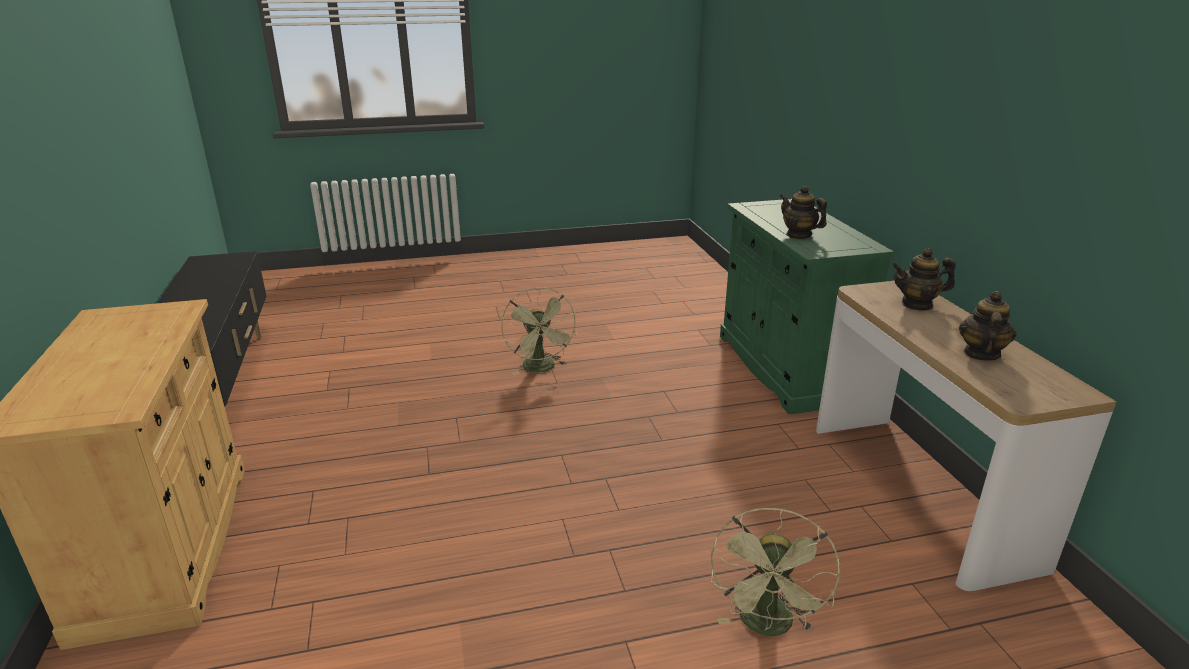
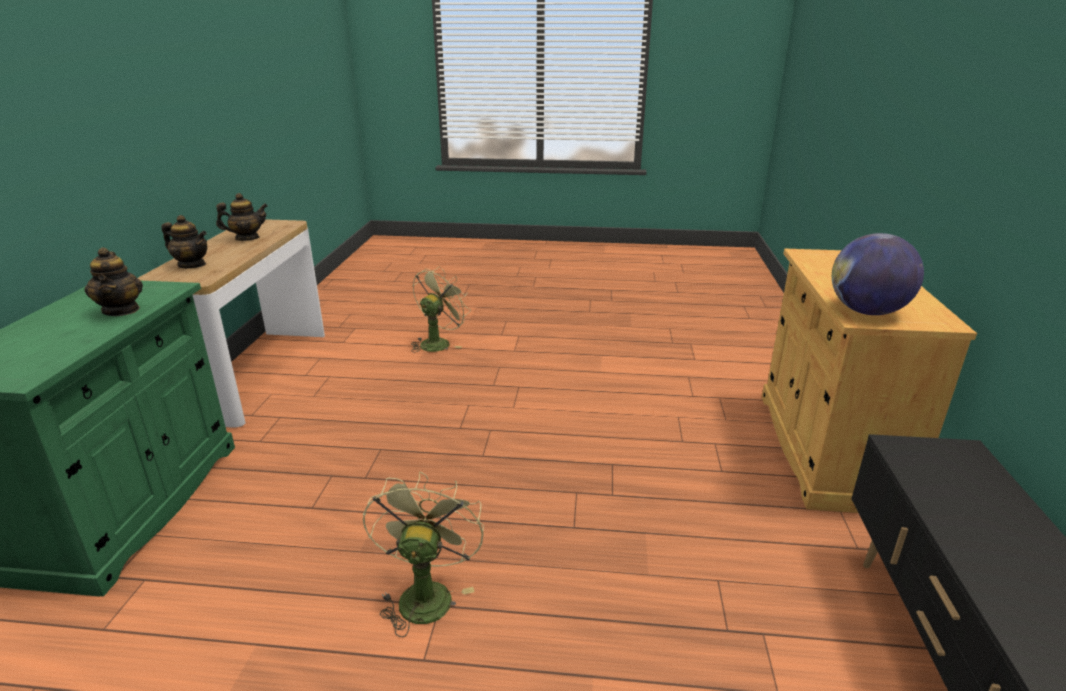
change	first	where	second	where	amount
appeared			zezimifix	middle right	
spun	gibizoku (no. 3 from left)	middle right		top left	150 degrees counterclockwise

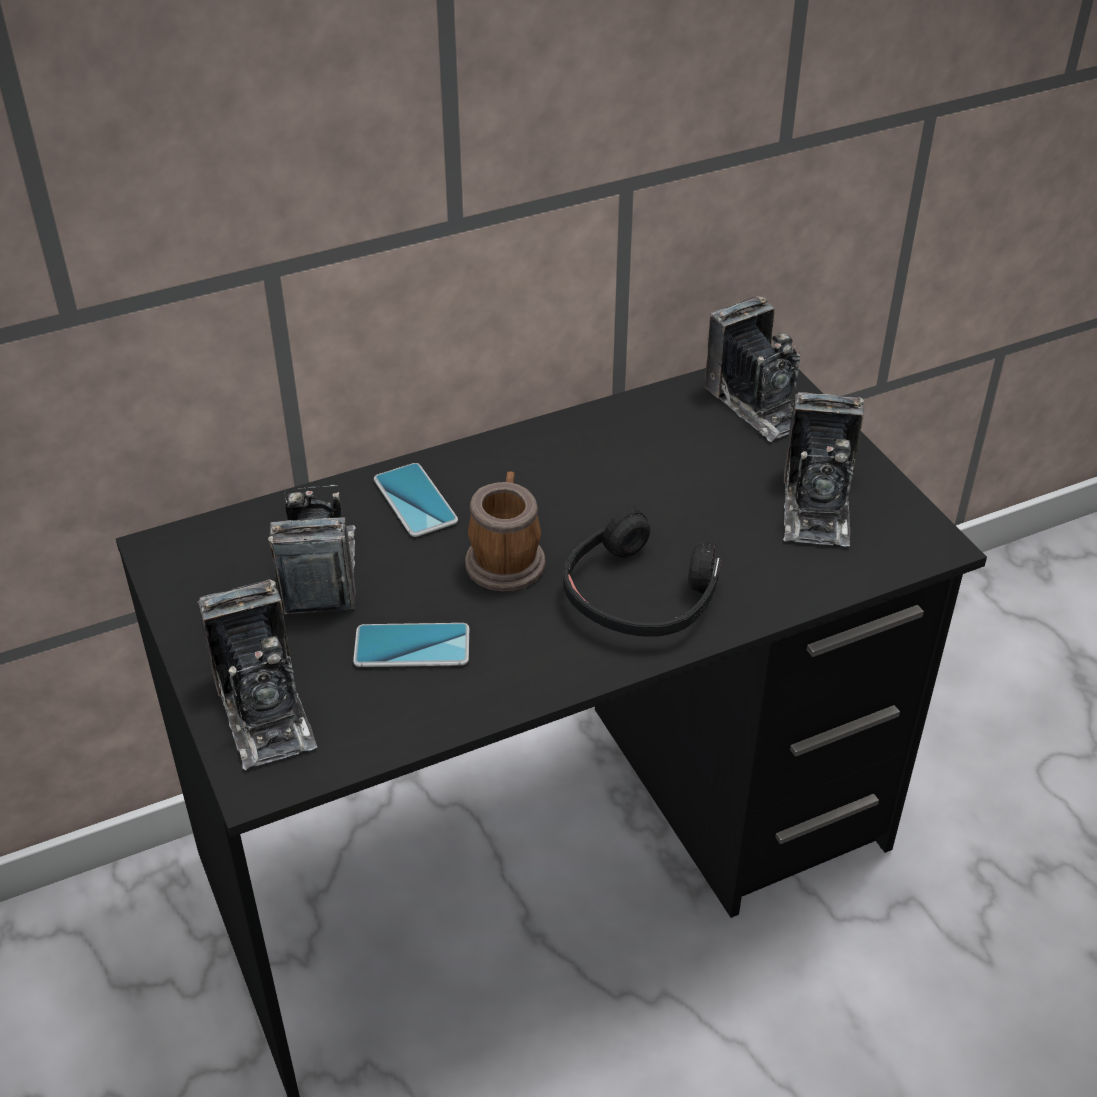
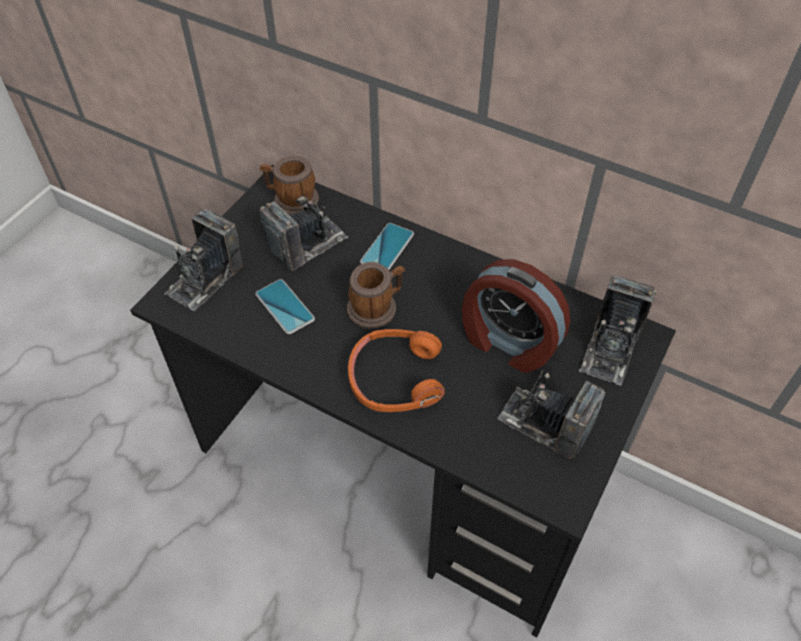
change	first	where	second	where	amount
appeared			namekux (no. 1 from left)	top centre	
appeared			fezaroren	centre	
colour	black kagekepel	centre	orange kagekepel	centre	
spun	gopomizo (no. 4 from left in the first image)	middle right	gopomizo (no. 3 from left)	middle right	60 degrees clockwise

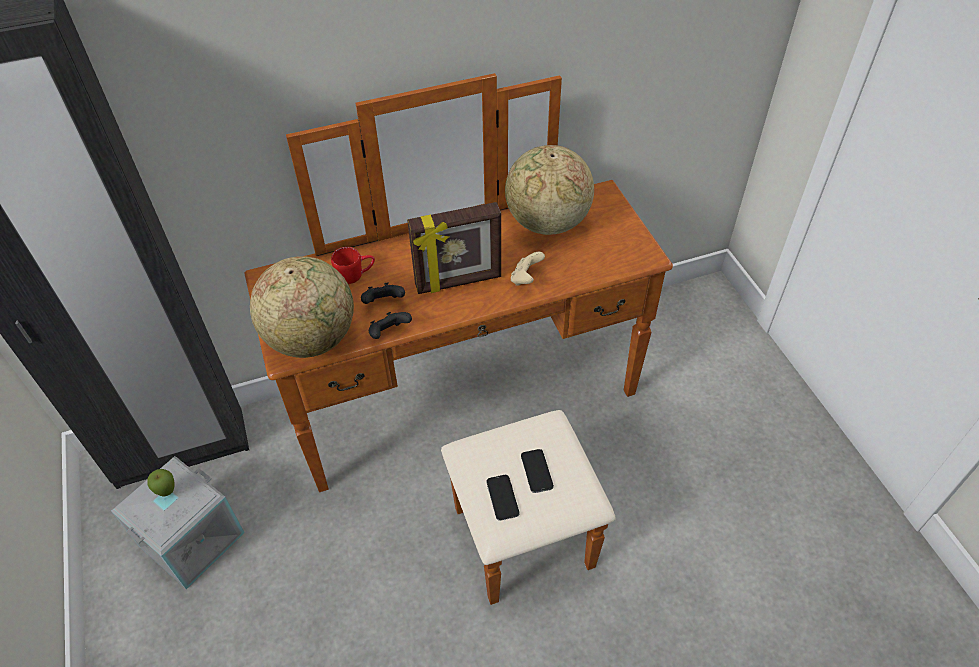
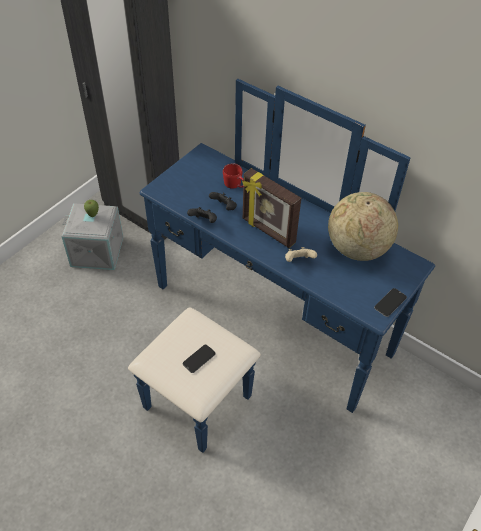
change	first	where	second	where	amount
missing	zezimifix (no. 1 from left)	middle left			
relocated	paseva (no. 1 from left in the first image)	bottom centre	paseva (no. 2 from left)	middle right	
colour	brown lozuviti	centre	blue lozuviti	centre	

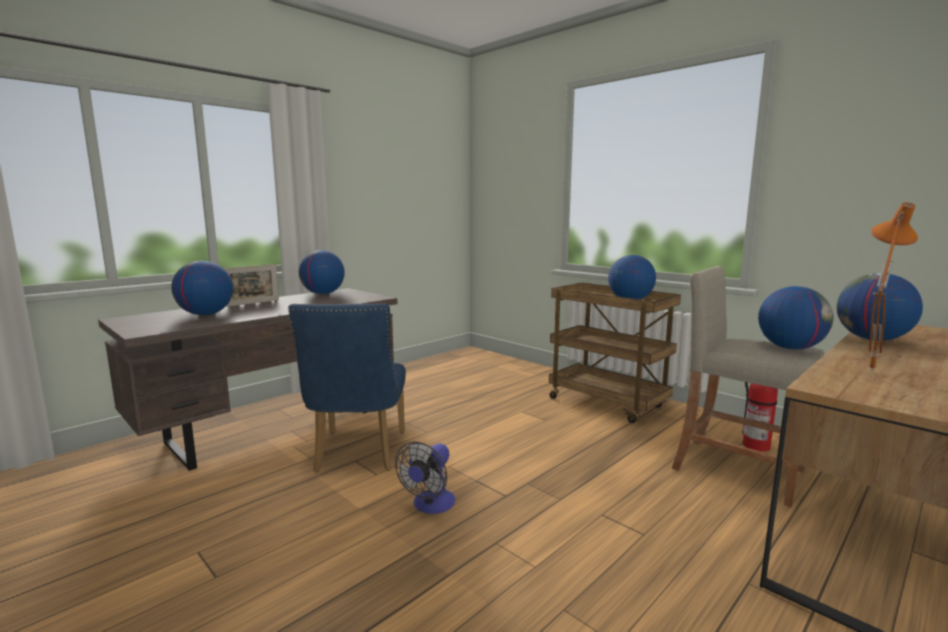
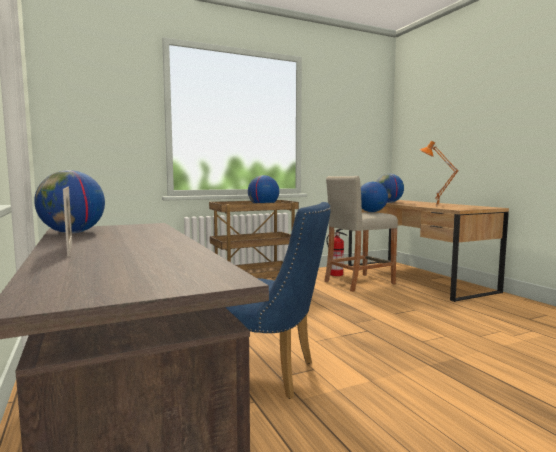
change	first	where	second	where	amount
missing	zezimifix (no. 1 from left)	middle left			
missing	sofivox	bottom centre			

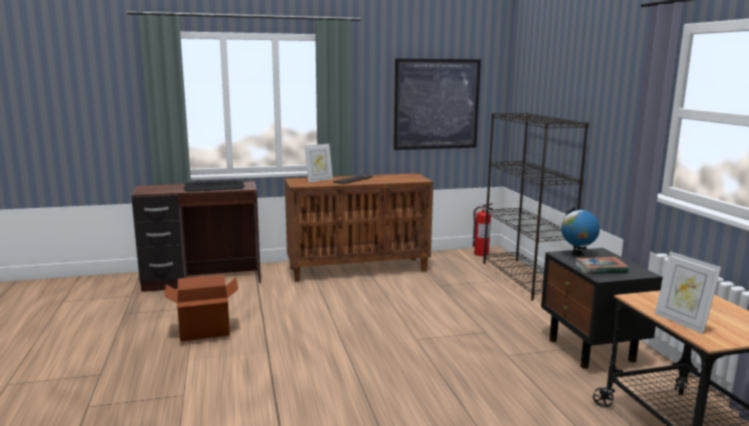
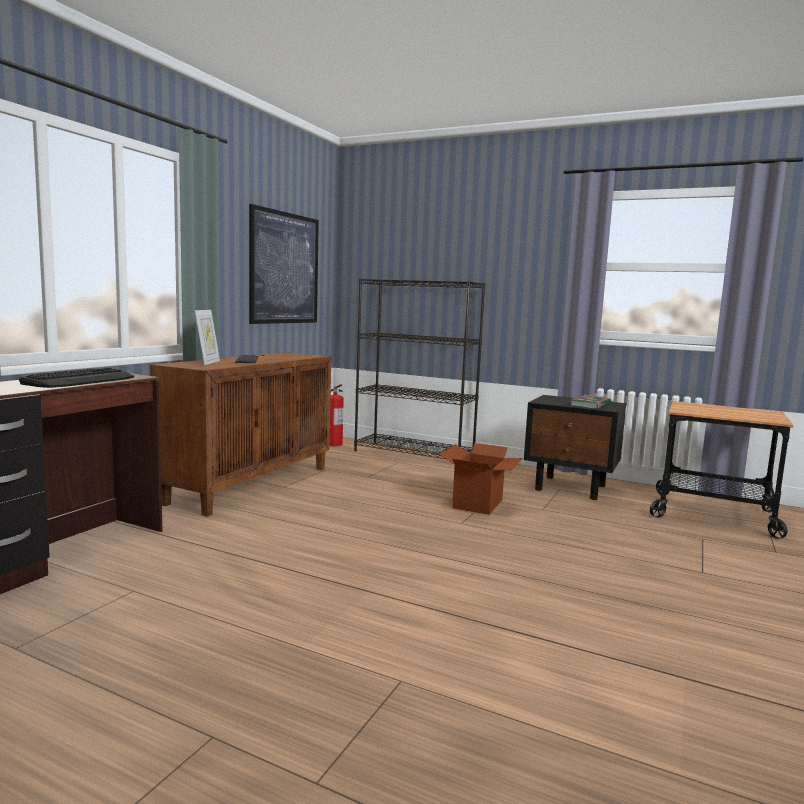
change	first	where	second	where	amount
missing	zezimifix	middle right			
missing	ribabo (no. 2 from left)	bottom right			
relocated	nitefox	bottom left		centre	

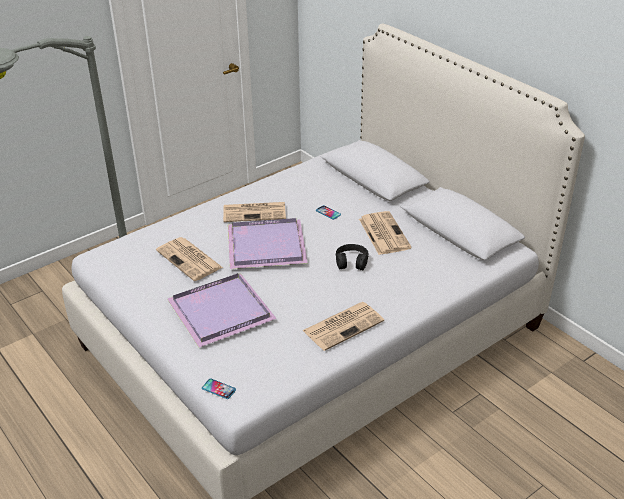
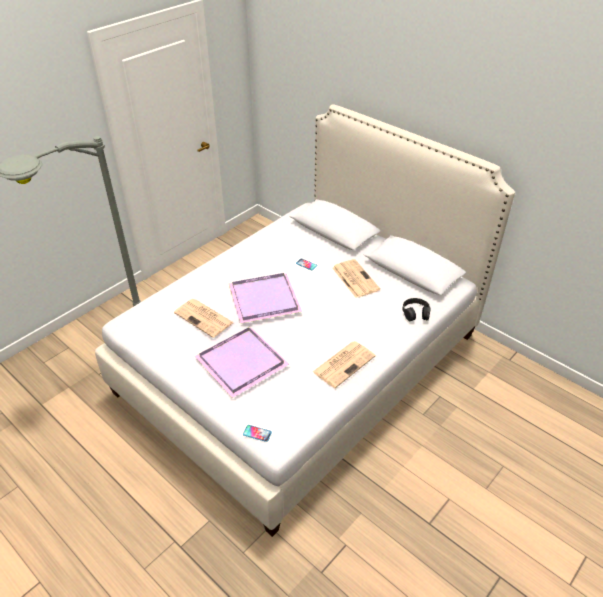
change	first	where	second	where	amount
missing	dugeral (no. 2 from left)	centre			
relocated	black kagekepel	centre		middle right	

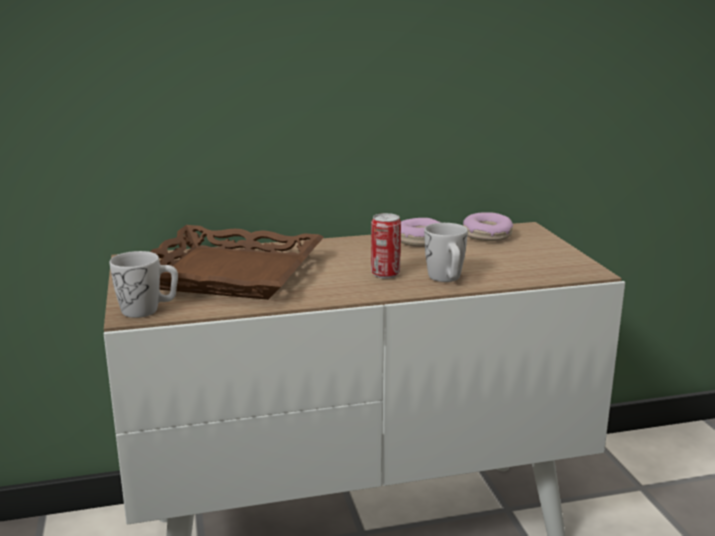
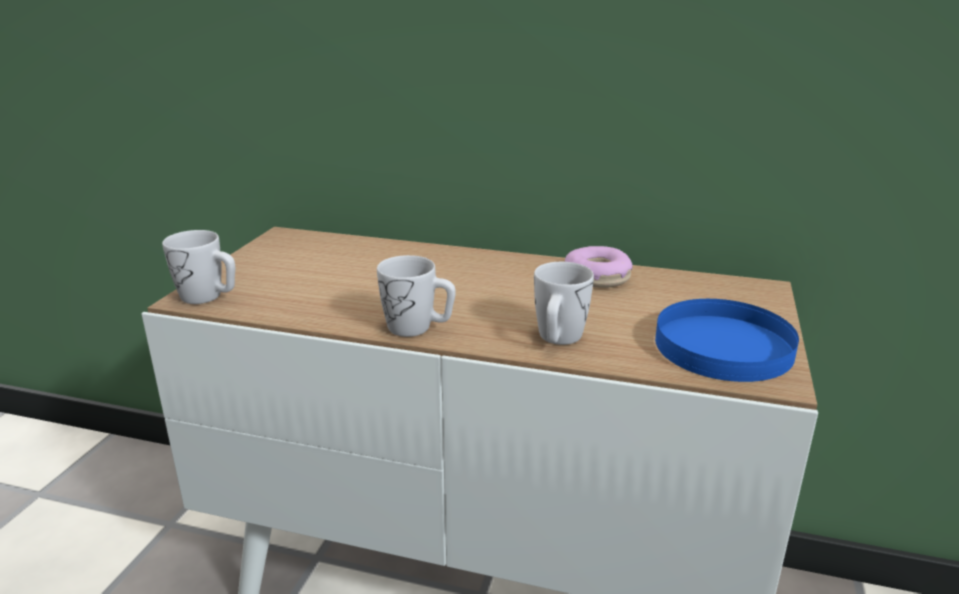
change	first	where	second	where	amount
missing	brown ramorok	middle left			
missing	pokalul	centre			
missing	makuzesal (no. 2 from left)	middle right			
appeared			white namekux (no. 2 from left)	centre	
appeared			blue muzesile	middle right	

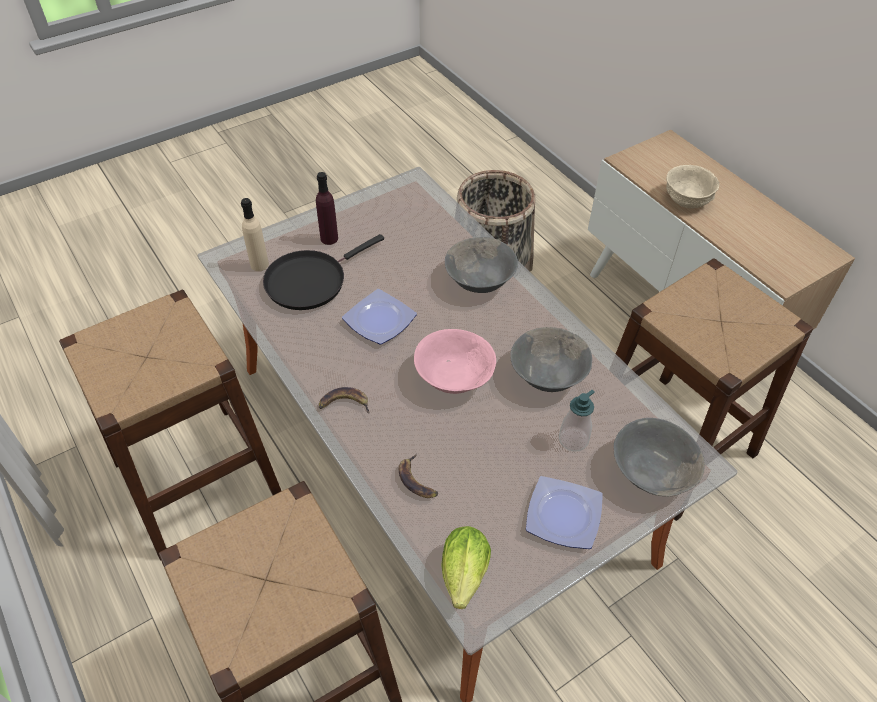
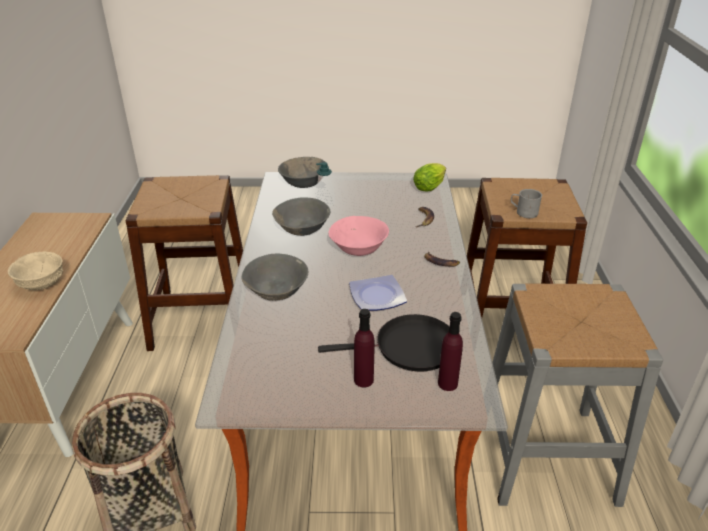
change	first	where	second	where	amount
missing	muzesile (no. 2 from left)	bottom centre			
appeared			grey namekux	middle right	
colour	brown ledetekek (no. 1 from left)	middle left	grey ledetekek	bottom right	
colour	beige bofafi	middle left	purple bofafi (no. 2 from left)	centre	

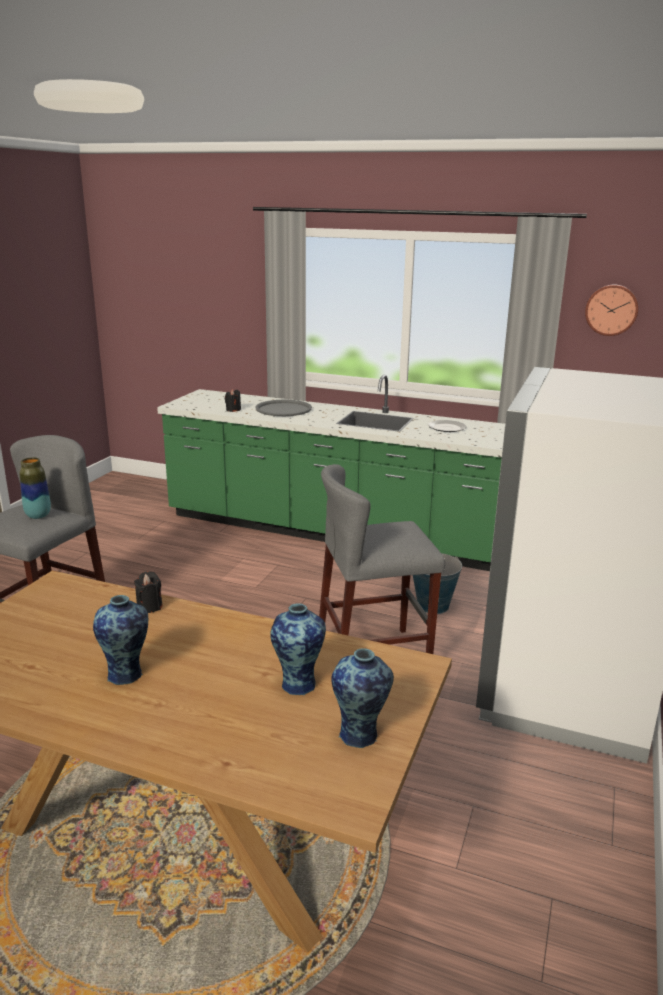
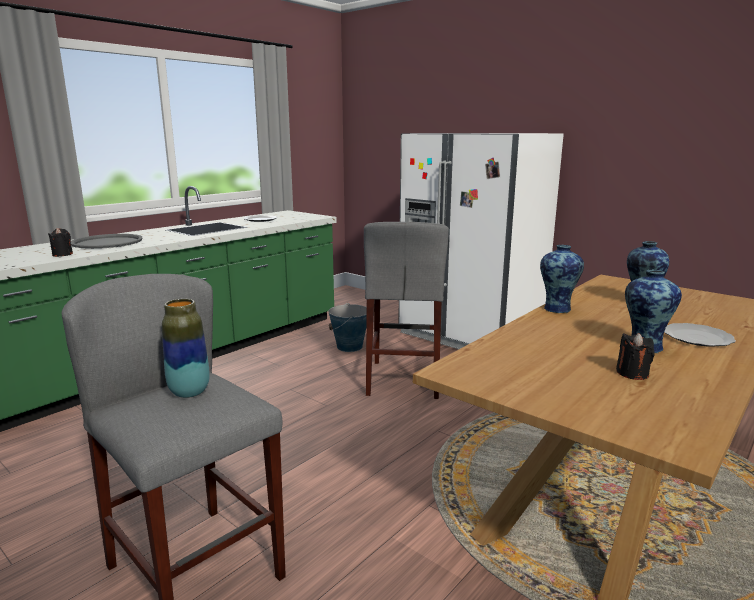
change	first	where	second	where	amount
missing	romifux	top right			
appeared			muzesile (no. 2 from left)	middle right	
relocated	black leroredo (no. 1 from left in the first image)	middle left	black leroredo (no. 2 from left)	middle right	
relocated	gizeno (no. 4 from left in the first image)	bottom centre	gizeno (no. 2 from left)	middle right	

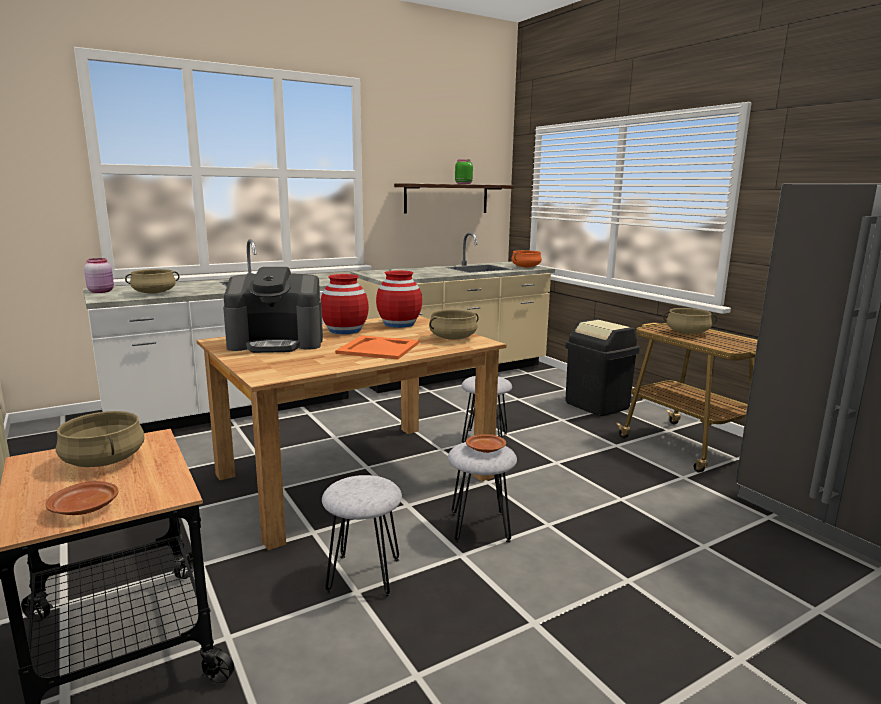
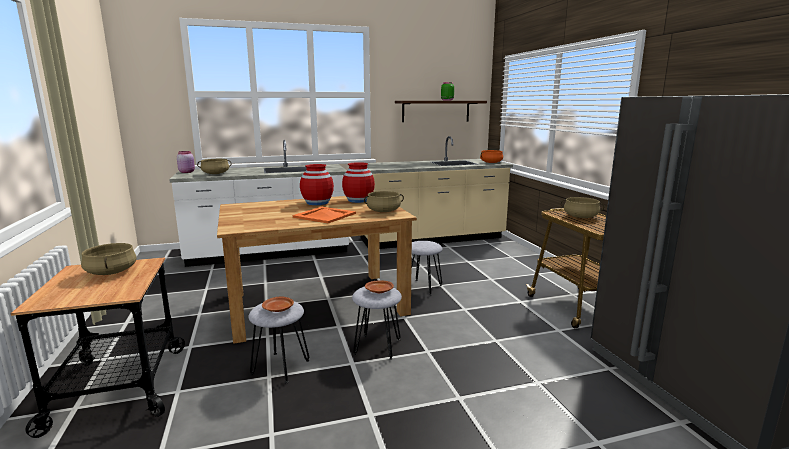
change	first	where	second	where	amount
missing	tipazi	middle left			
missing	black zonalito	middle right			
relocated	brown muzesile (no. 1 from left)	bottom left		bottom centre	

